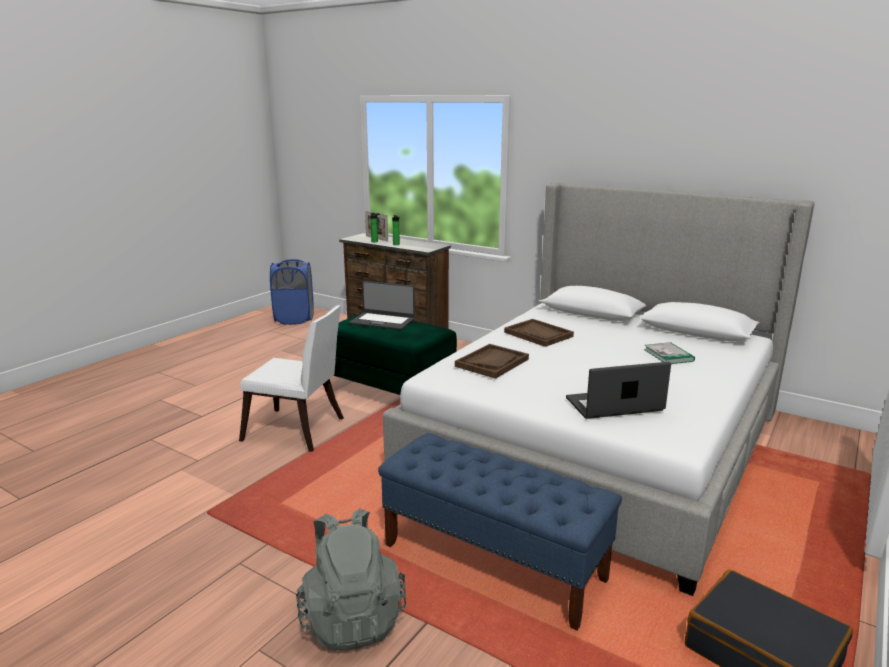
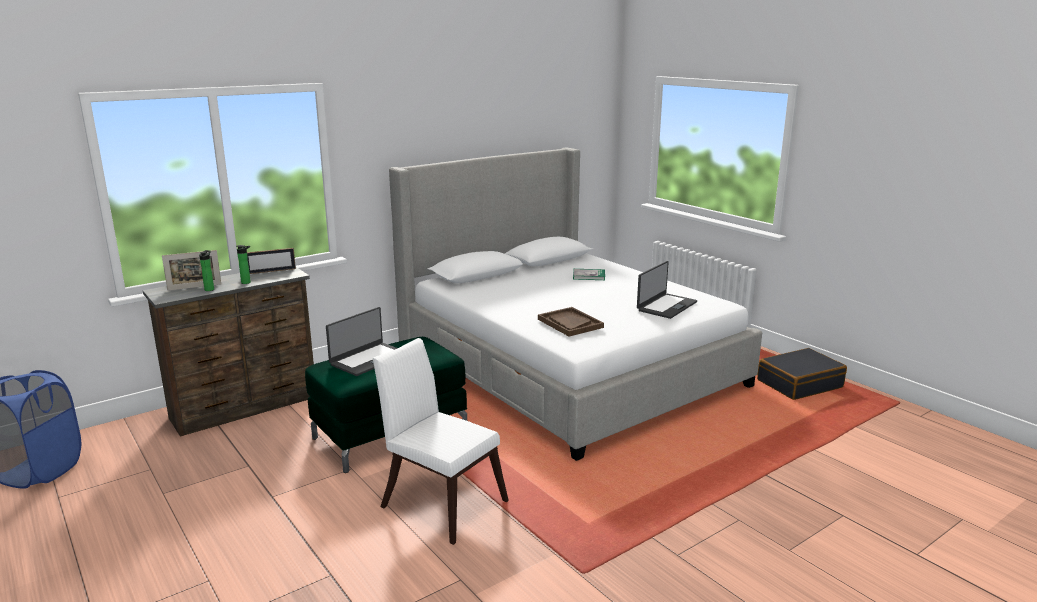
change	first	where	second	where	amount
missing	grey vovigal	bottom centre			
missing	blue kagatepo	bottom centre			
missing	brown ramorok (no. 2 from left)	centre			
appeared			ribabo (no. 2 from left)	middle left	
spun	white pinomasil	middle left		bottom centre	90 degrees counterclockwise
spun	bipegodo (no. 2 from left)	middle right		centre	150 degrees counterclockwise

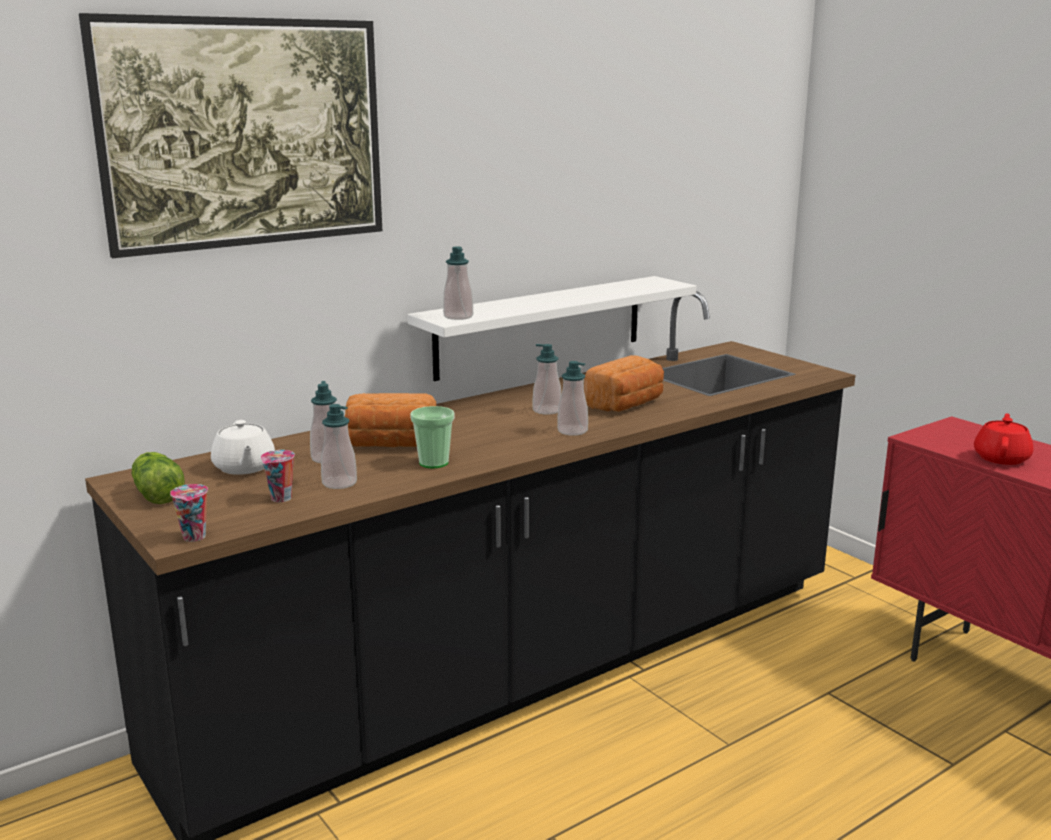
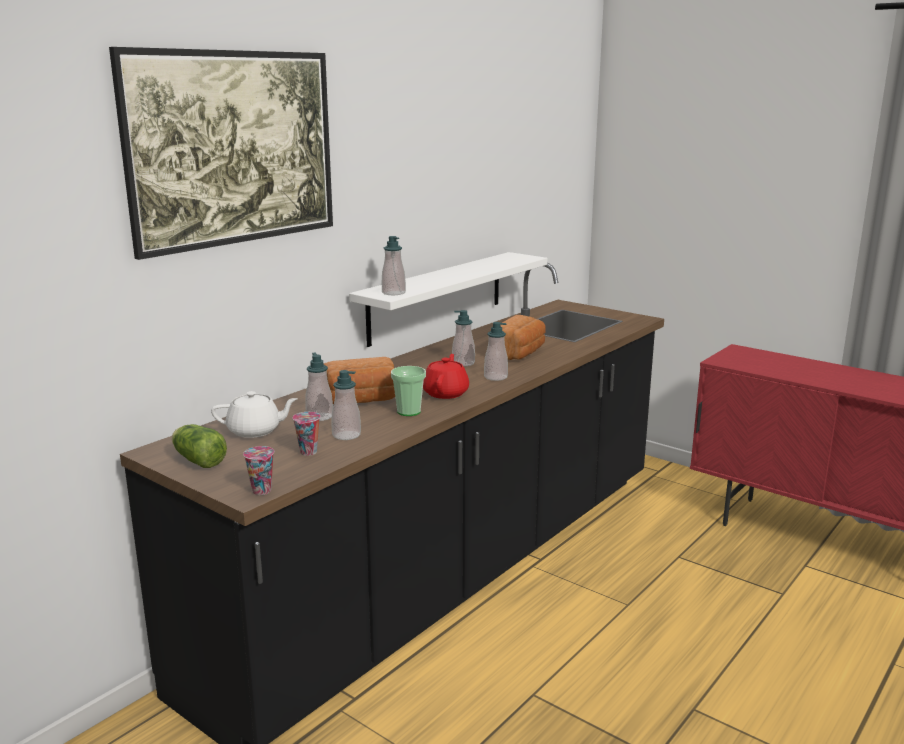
change	first	where	second	where	amount
relocated	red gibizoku	middle right		centre	
spun	white gibizoku	middle left		middle left	60 degrees counterclockwise

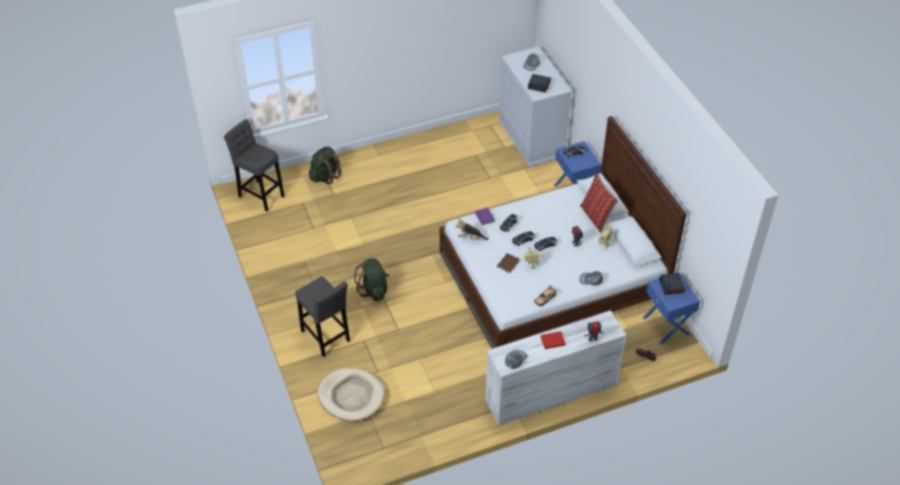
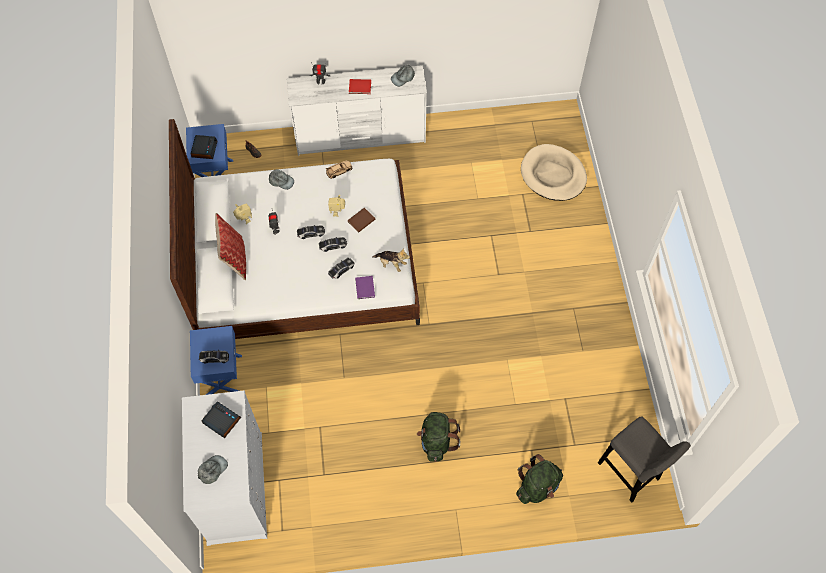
change	first	where	second	where	amount
missing	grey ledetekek (no. 2 from left)	centre			
relocated	green vovigal (no. 2 from left in the first image)	centre	green vovigal (no. 1 from left)	bottom centre	

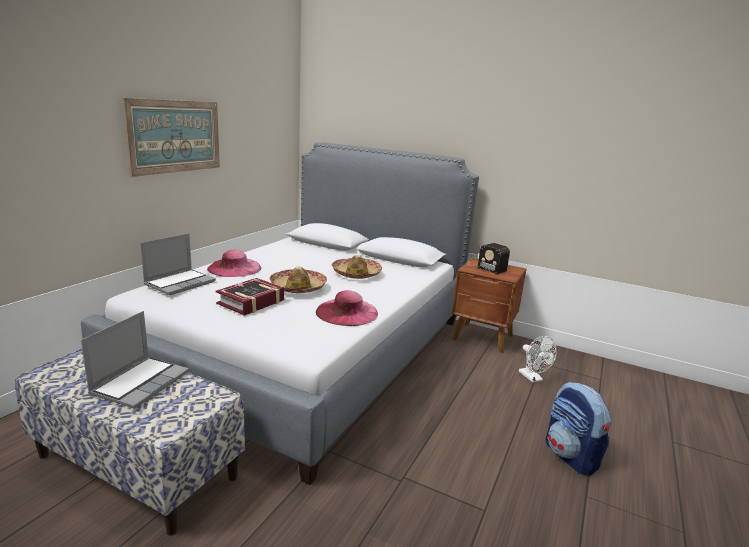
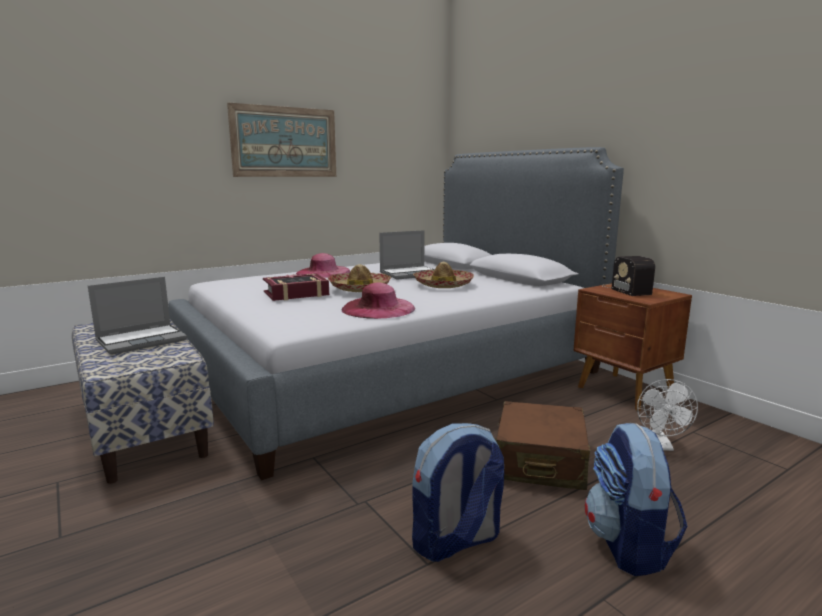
change	first	where	second	where	amount
appeared			vovigal (no. 1 from left)	bottom centre	
appeared			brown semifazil	bottom centre	
relocated	bipegodo (no. 2 from left)	middle left		centre	

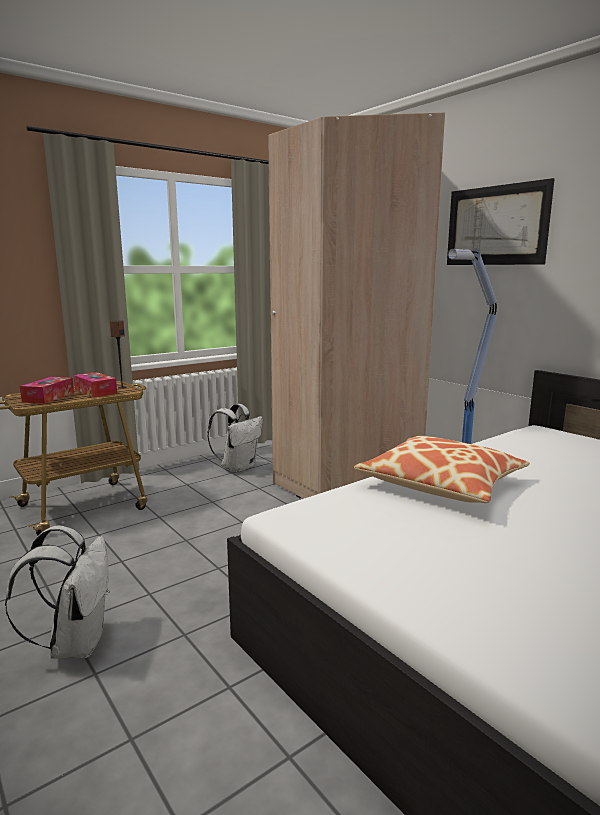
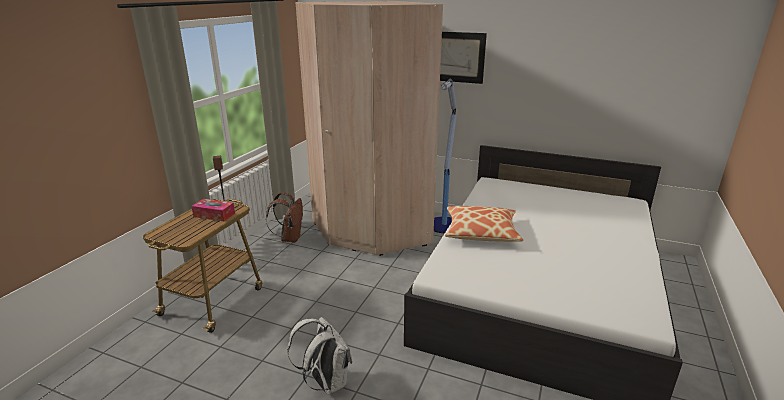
change	first	where	second	where	amount
missing	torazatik (no. 1 from left)	middle left			
colour	white vovigal (no. 2 from left)	centre	brown vovigal	centre	

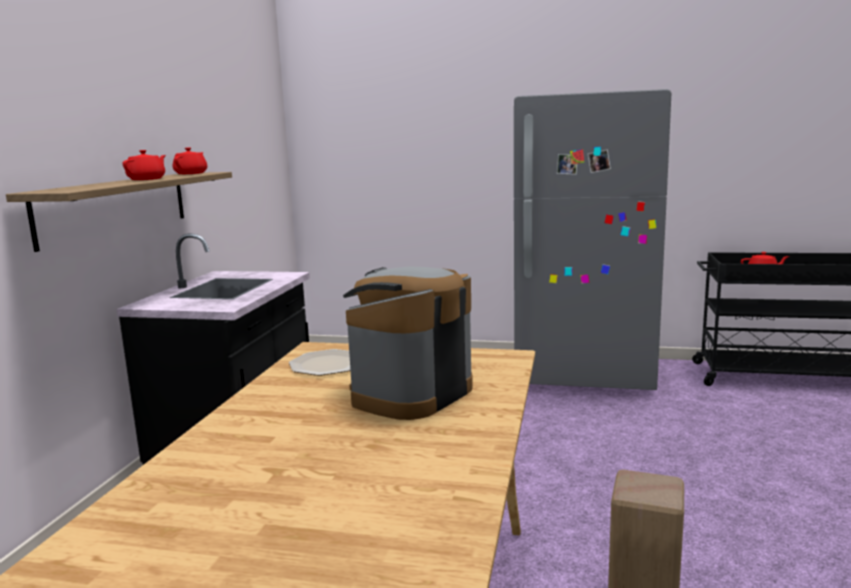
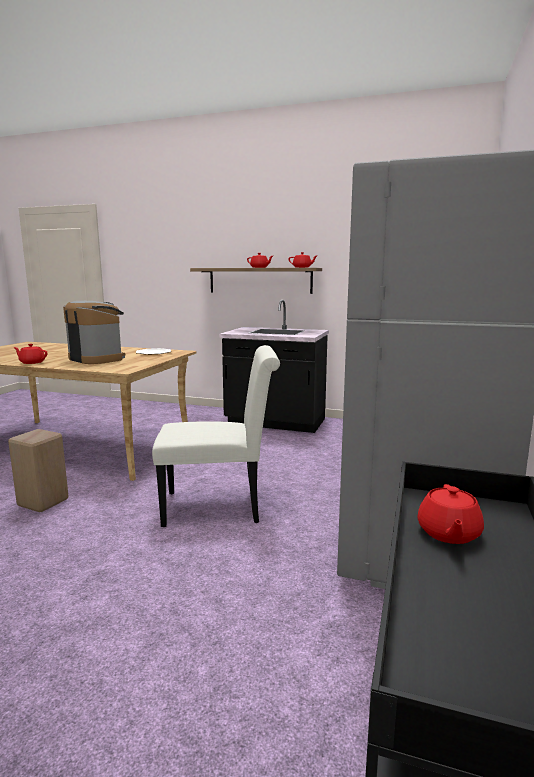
change	first	where	second	where	amount
appeared			red gibizoku (no. 1 from left)	middle left	
appeared			white pinomasil	centre	

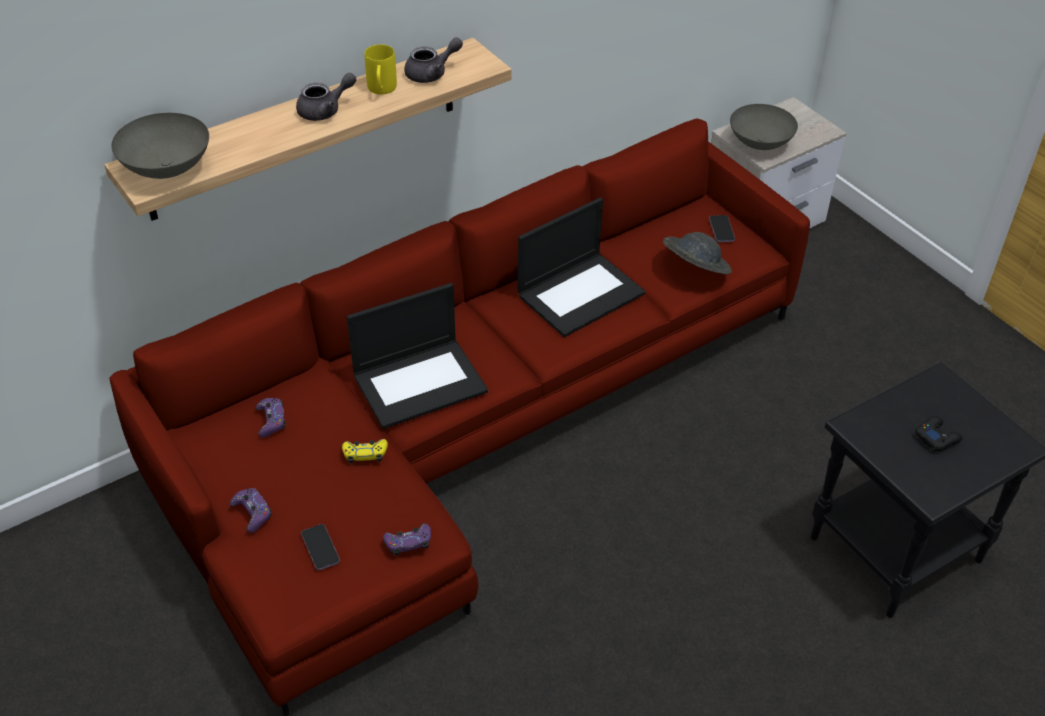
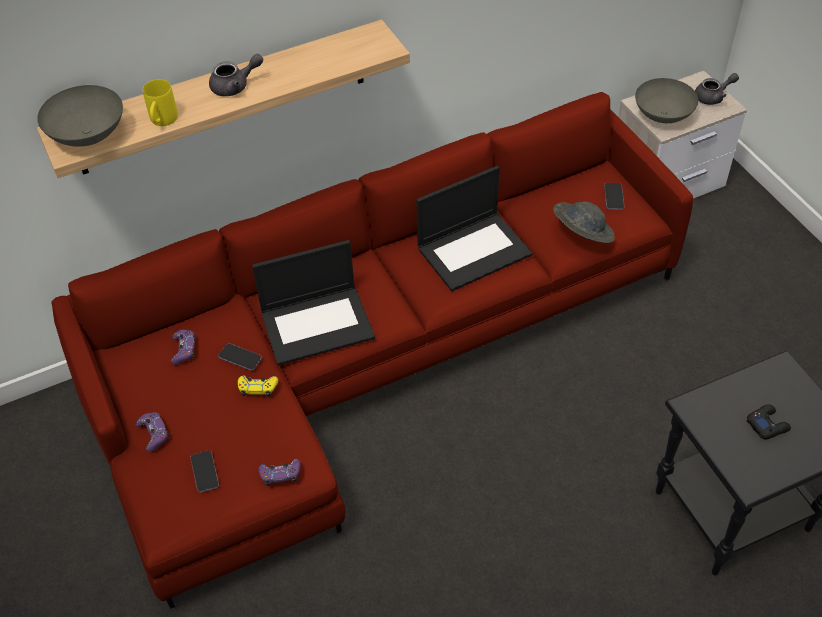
change	first	where	second	where	amount
appeared			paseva (no. 2 from left)	middle left	
relocated	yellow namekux	top centre		top left	
relocated	grey gibizoku (no. 2 from left)	top centre		top right	

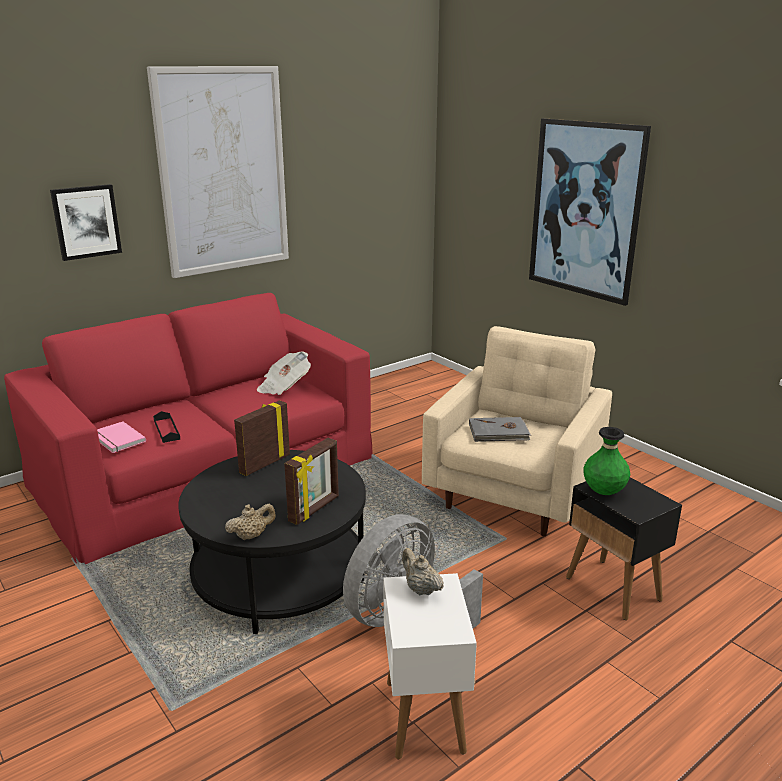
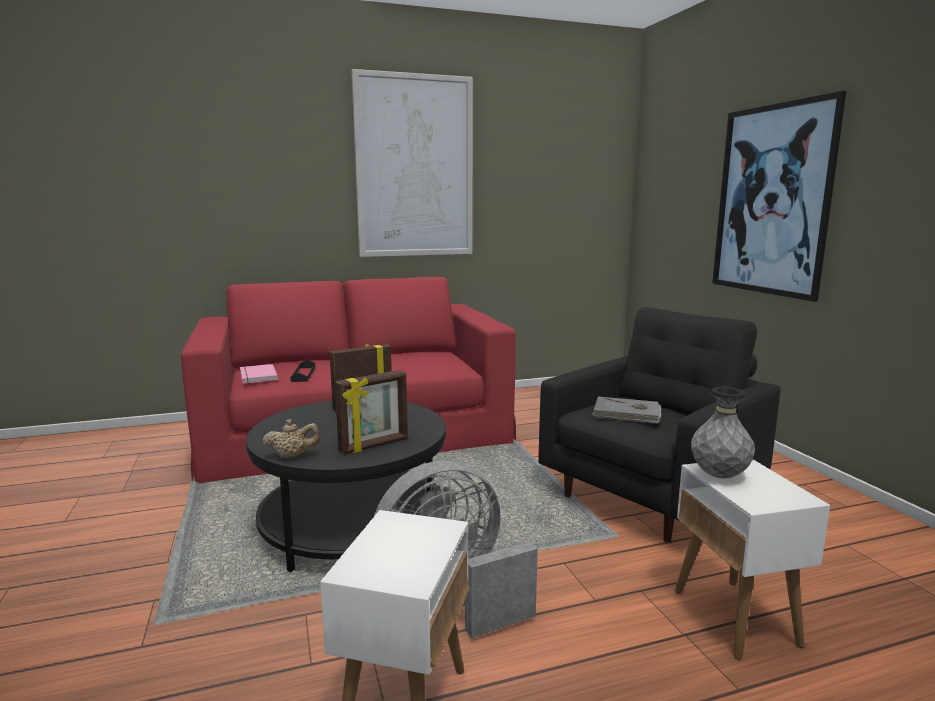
change	first	where	second	where	amount
missing	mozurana (no. 1 from left)	top left			
missing	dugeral	centre			
missing	beige gibizoku (no. 2 from left)	bottom centre			
colour	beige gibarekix	centre	black gibarekix	middle right	
colour	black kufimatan	bottom right	white kufimatan (no. 2 from left)	bottom right	
colour	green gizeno	middle right	grey gizeno	middle right	

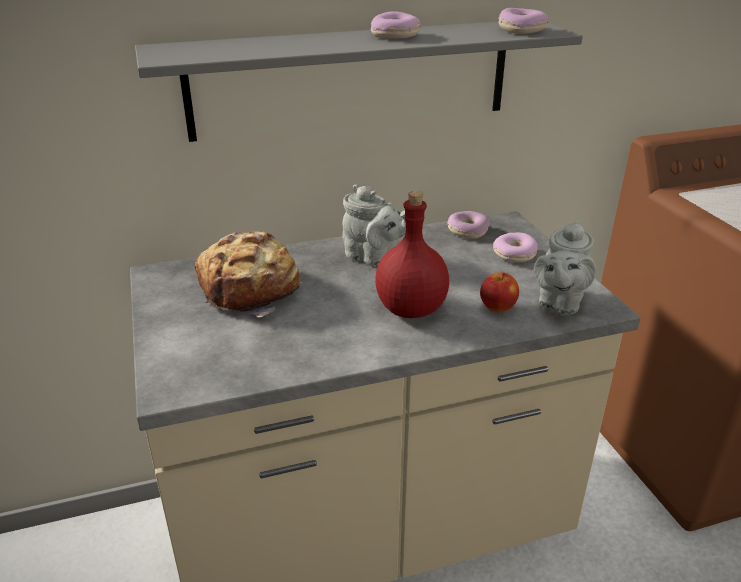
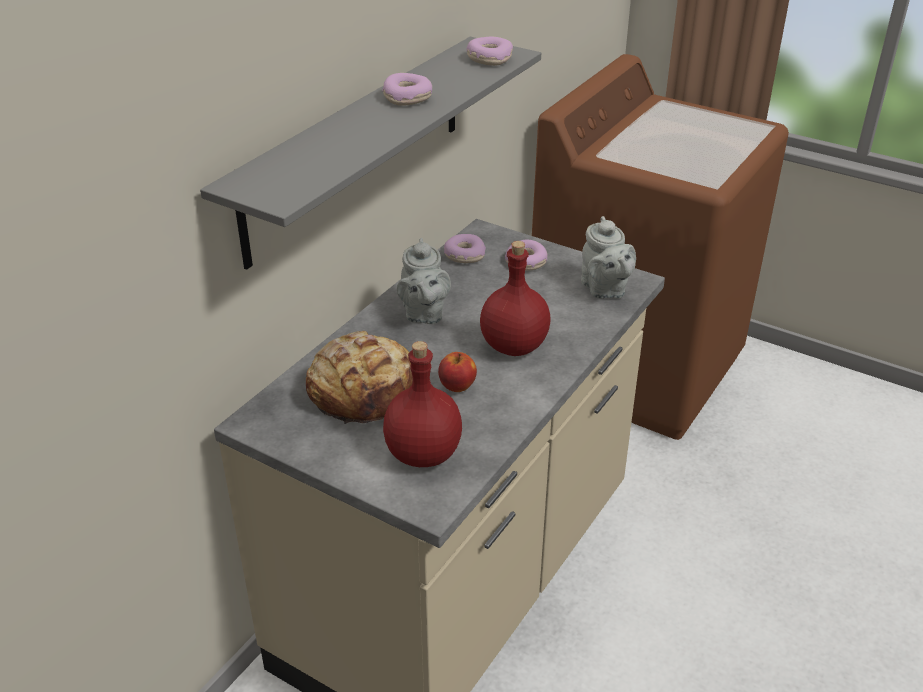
change	first	where	second	where	amount
appeared			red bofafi (no. 1 from left)	centre	
relocated	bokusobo	middle right		centre	
spun	grey gibizoku (no. 1 from left)	centre		centre	90 degrees clockwise

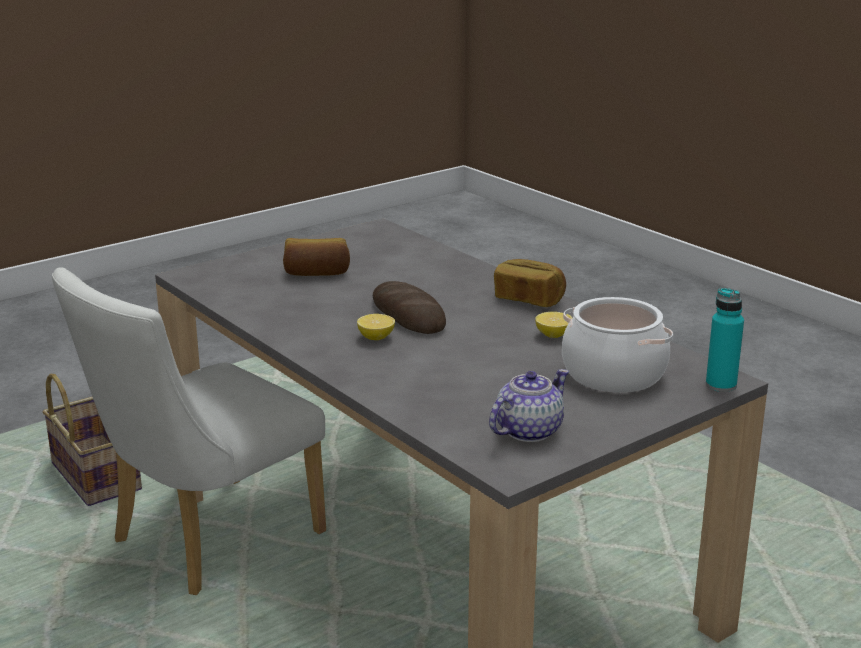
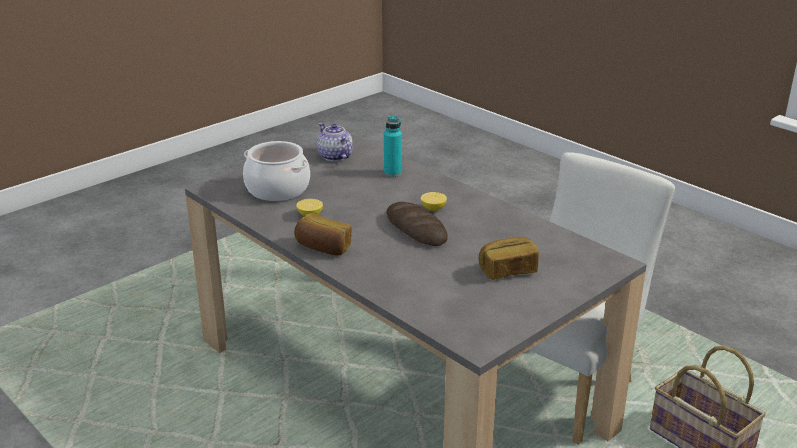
change	first	where	second	where	amount
relocated	turquoise bofafi	middle right		top centre	
spun	gibizoku	centre		top centre	105 degrees clockwise

